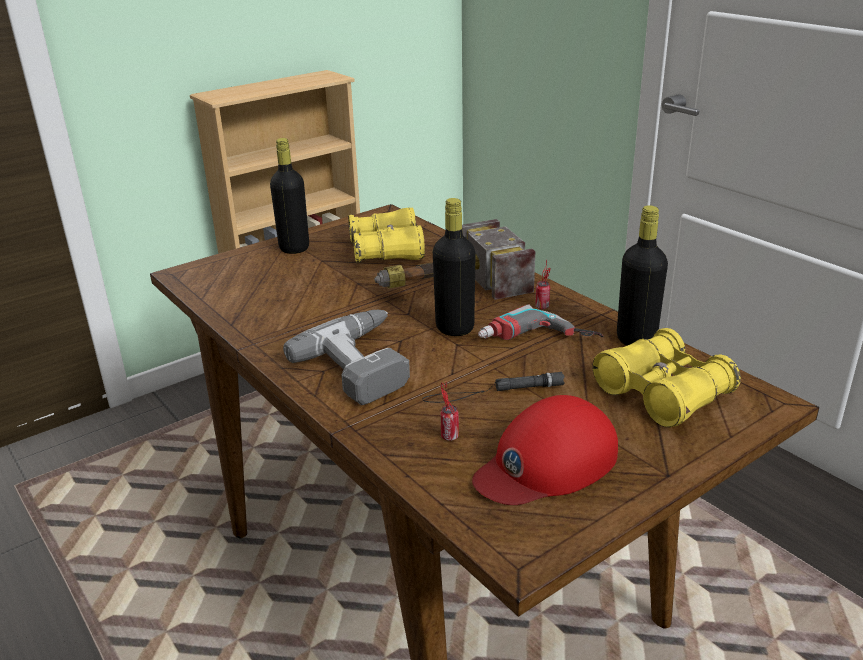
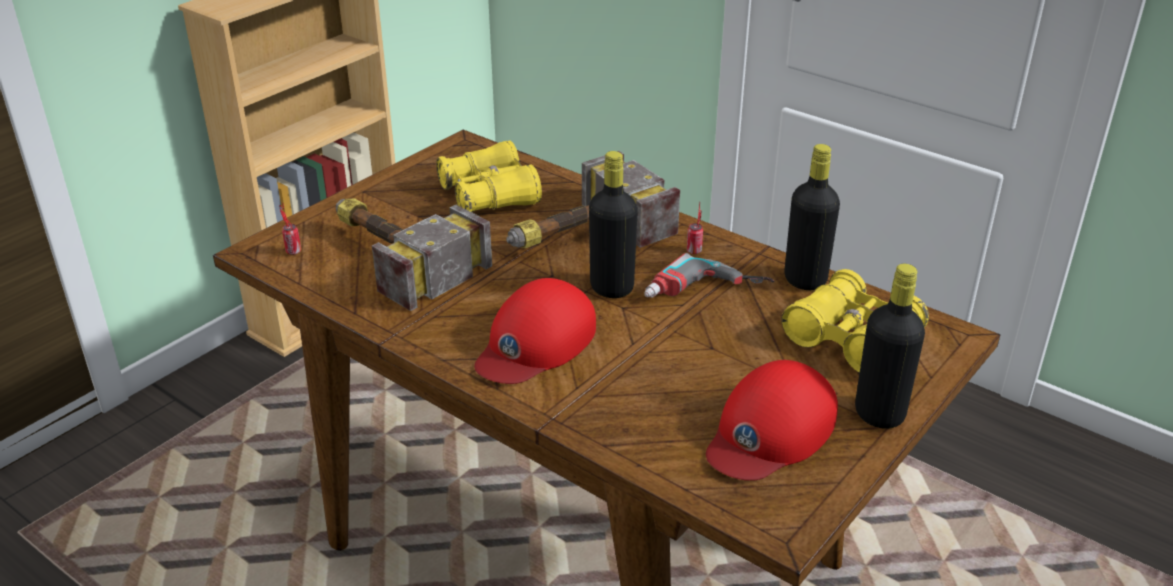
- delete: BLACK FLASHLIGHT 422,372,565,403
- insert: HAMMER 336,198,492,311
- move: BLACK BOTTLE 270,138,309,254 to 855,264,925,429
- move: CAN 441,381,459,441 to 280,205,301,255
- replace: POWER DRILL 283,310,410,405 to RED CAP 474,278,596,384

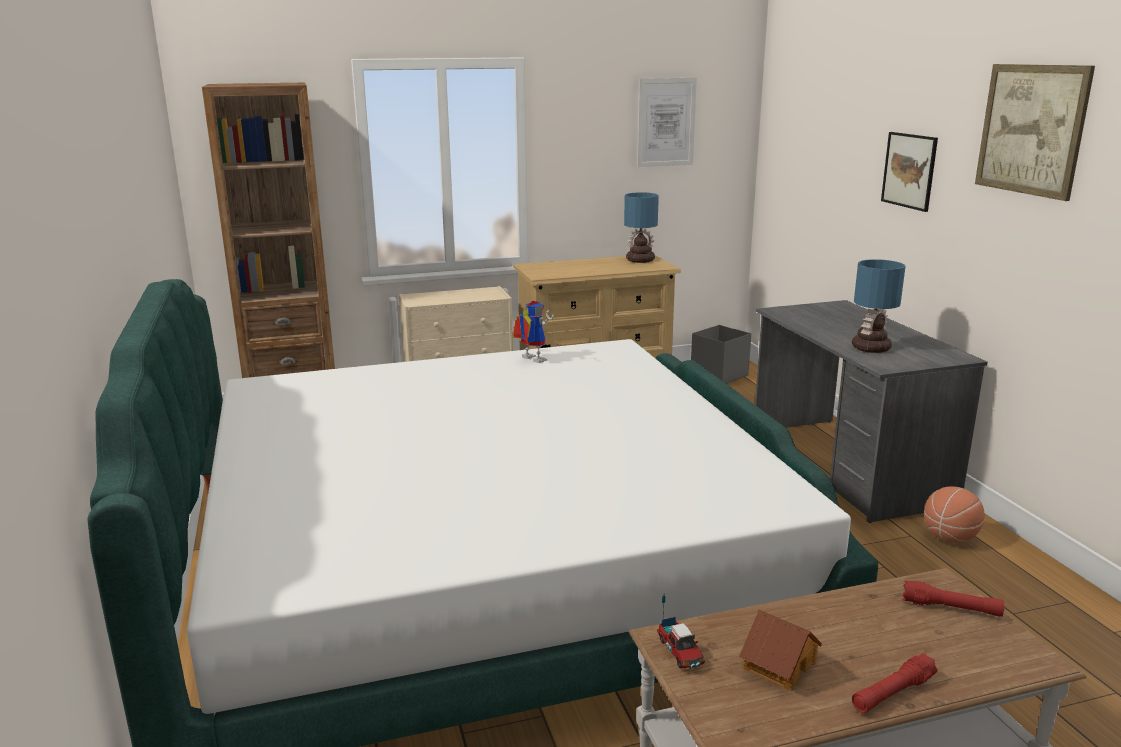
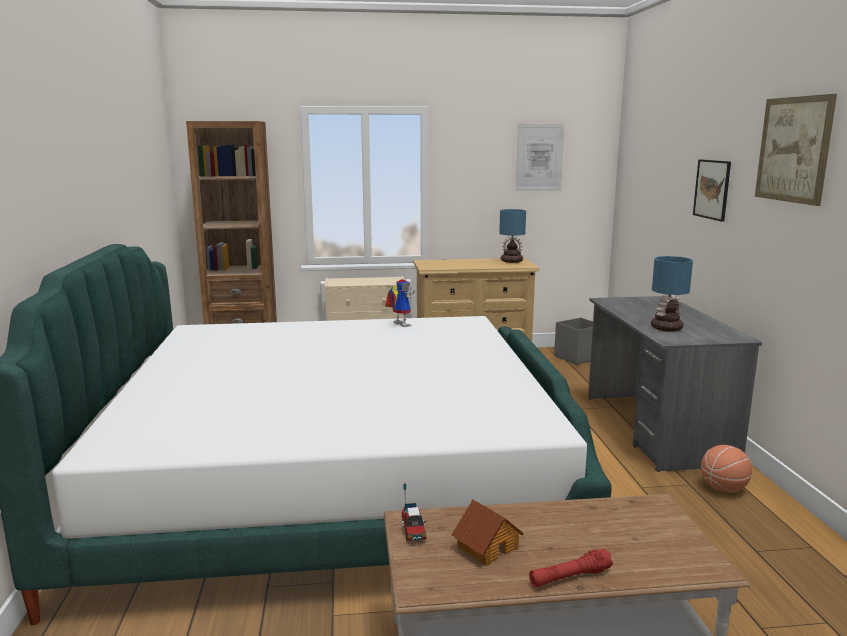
- delete: RED FLASHLIGHT 903,581,1005,617

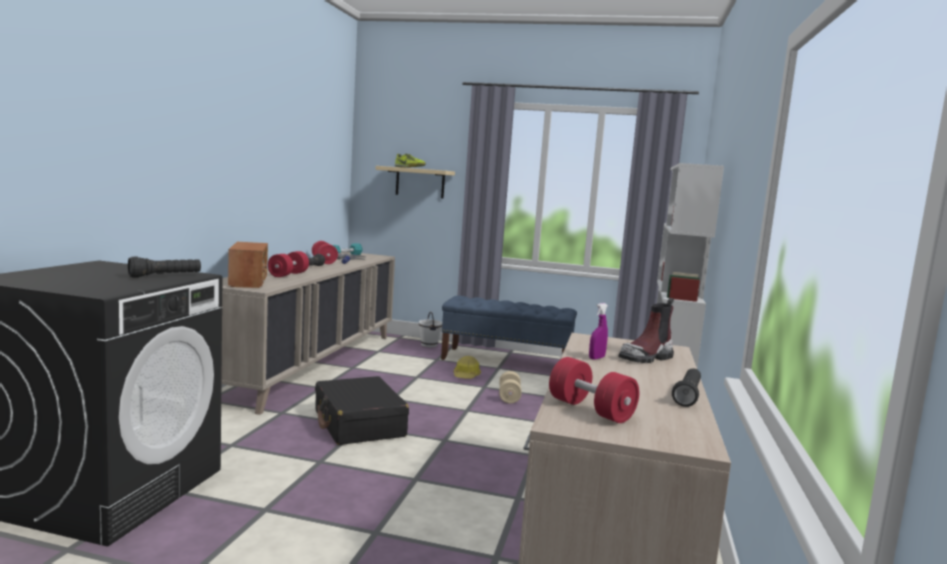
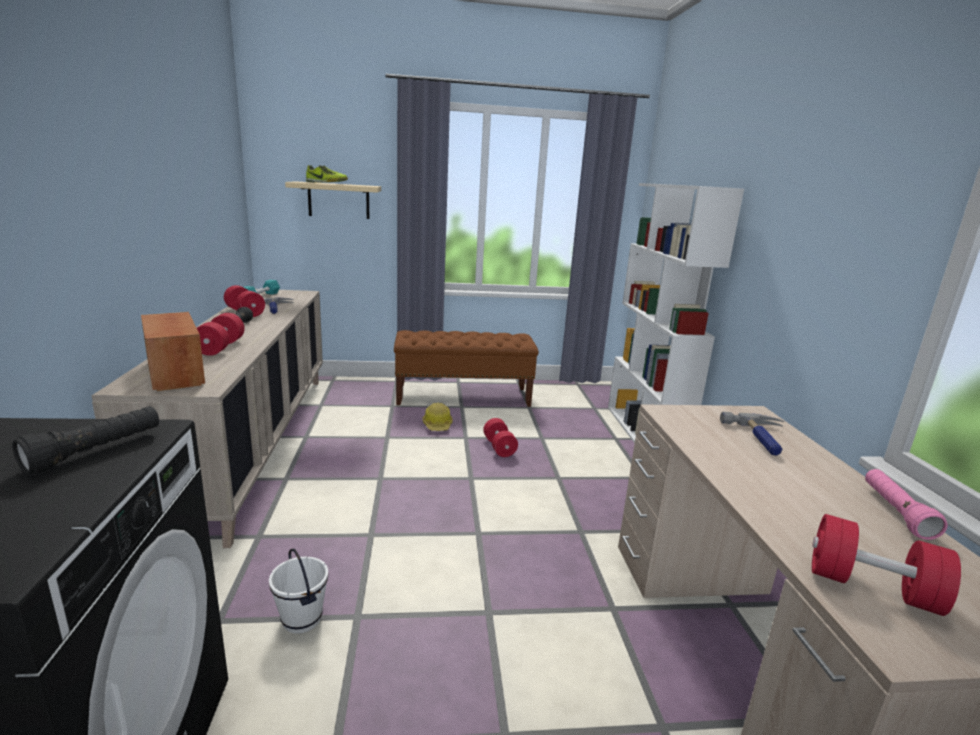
- delete: BLACK SUITCASE 315,376,409,445
- delete: PURPLE SPRAY BOTTLE 589,303,608,360
- move: WHITE BUCKET 419,312,442,347 to 269,548,328,634
- replace: BOOT 618,298,674,363 to HAMMER 720,412,784,456
- recolor: BLUE BENCH 441,295,577,360 to BROWN BENCH 394,330,539,407
- recolor: BEIGE DUMBBELL 499,371,522,404 to RED DUMBBELL 483,418,518,457
- recolor: BLACK FLASHLIGHT 672,368,701,407 to PINK FLASHLIGHT 865,469,948,540

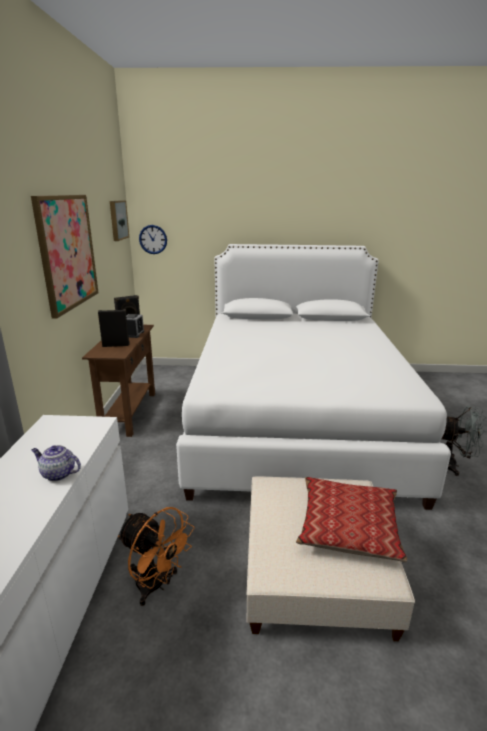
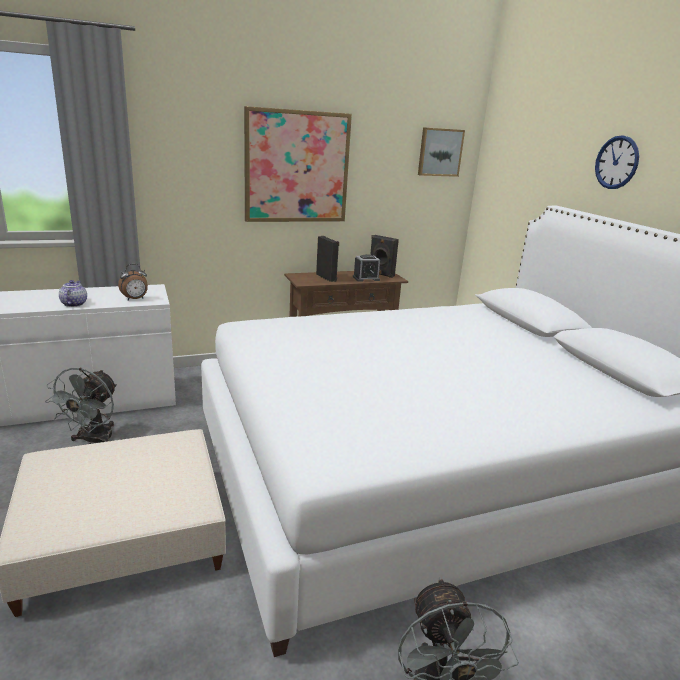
- delete: PILLOW 296,477,407,562
- insert: ALARM CLOCK 118,264,148,300
- move: WALL CLOCK 139,225,167,254 to 595,135,639,189
- recolor: ORANGE FAN 118,507,194,606 to GREY FAN 45,368,117,444

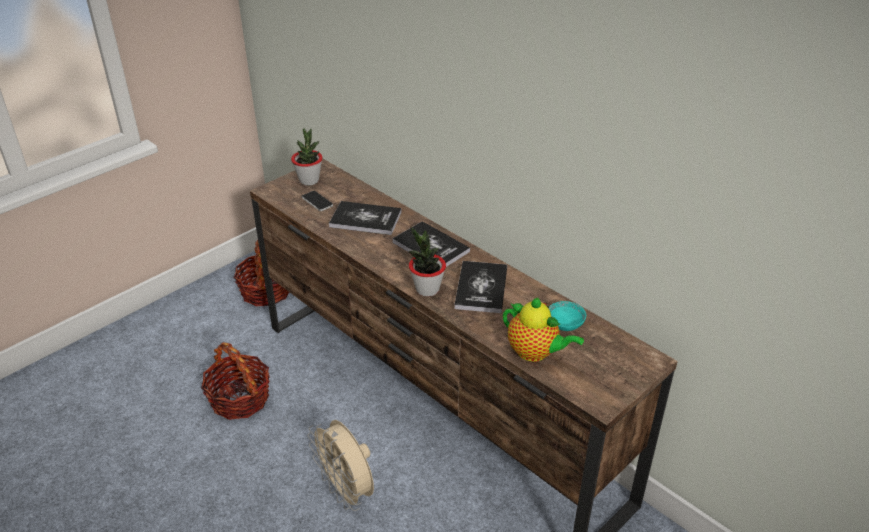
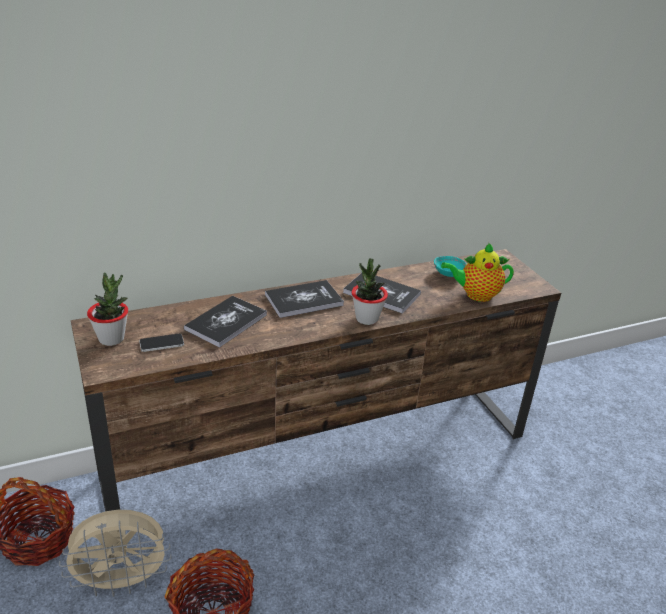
- move: BEIGE FAN 307,420,374,511 to 59,510,171,597
- rotate: TEAPOT 503,298,584,362 = 441,242,514,302 150 degrees counterclockwise

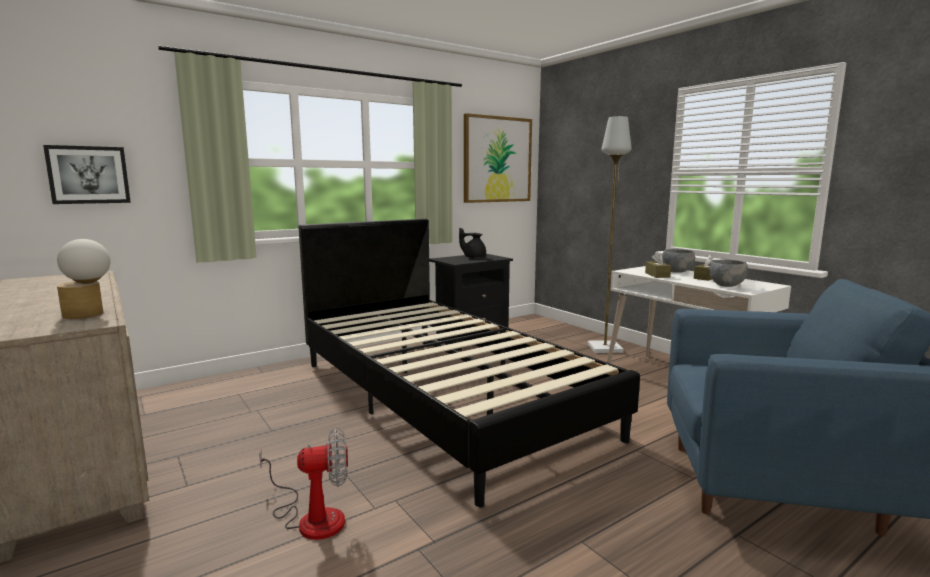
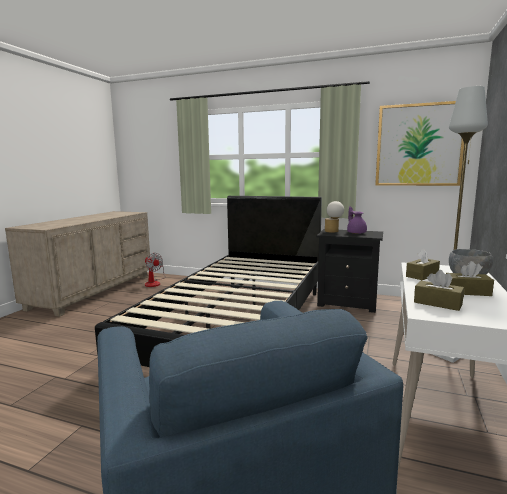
- delete: PICTURE 43,145,131,204
- move: TABLE LAMP 57,239,110,319 to 325,201,344,232
- move: FAN 259,428,348,540 to 145,253,166,287
- replace: GREY BOWL 709,259,748,287 to BROWN TISSUE BOX 414,270,464,311
- recolor: BLACK TEAPOT 459,228,486,258 to PURPLE TEAPOT 347,206,367,234

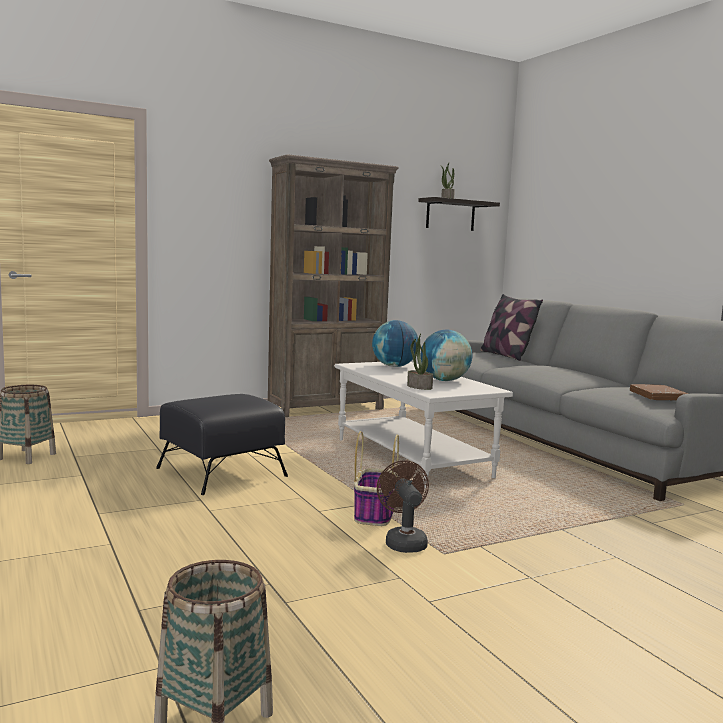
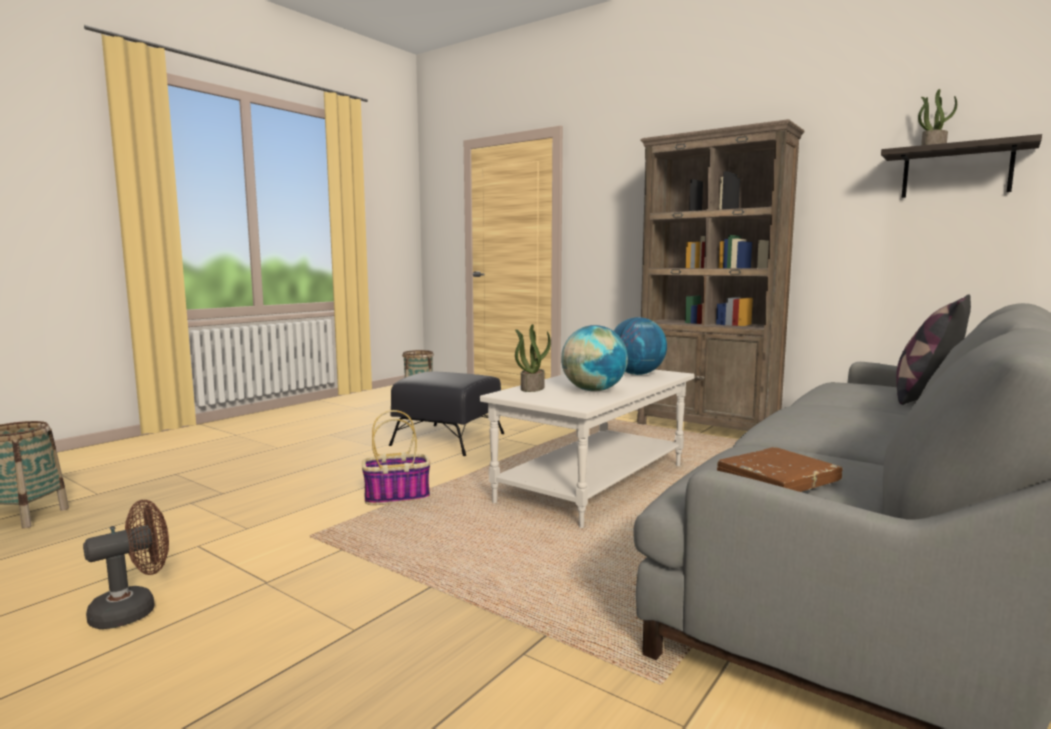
- move: BROWN FAN 377,460,429,553 to 83,500,169,629

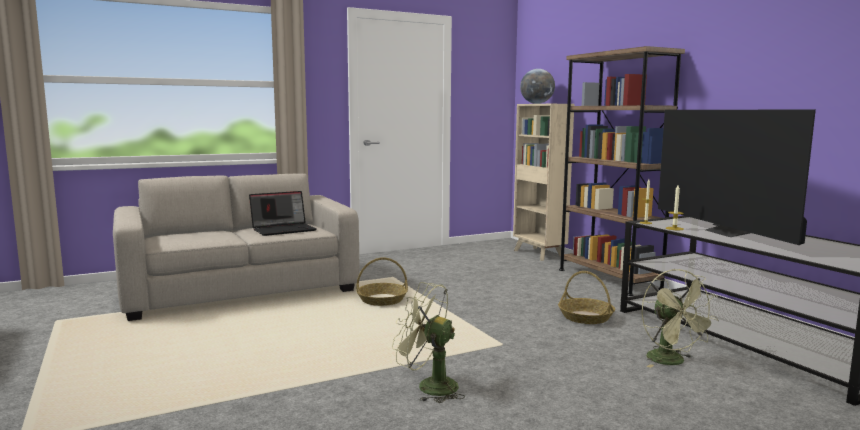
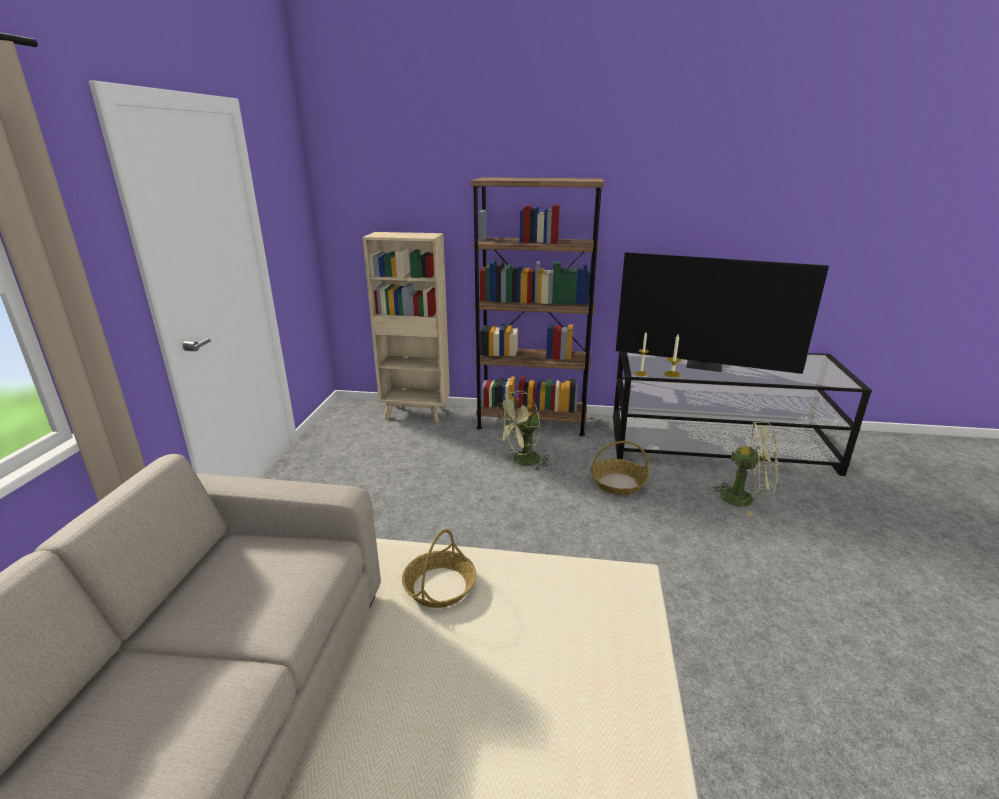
- delete: LAPTOP 249,191,316,236
- delete: GLOBE 520,69,555,104
- move: GREEN FAN 392,282,465,403 to 494,391,550,470

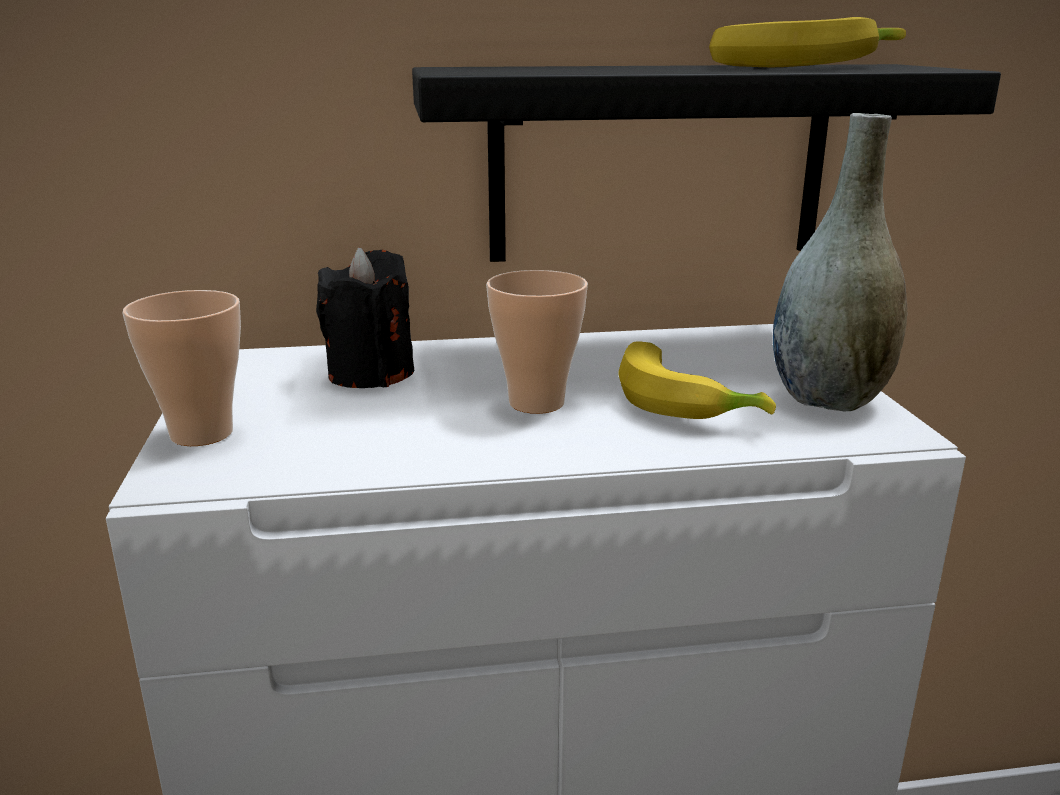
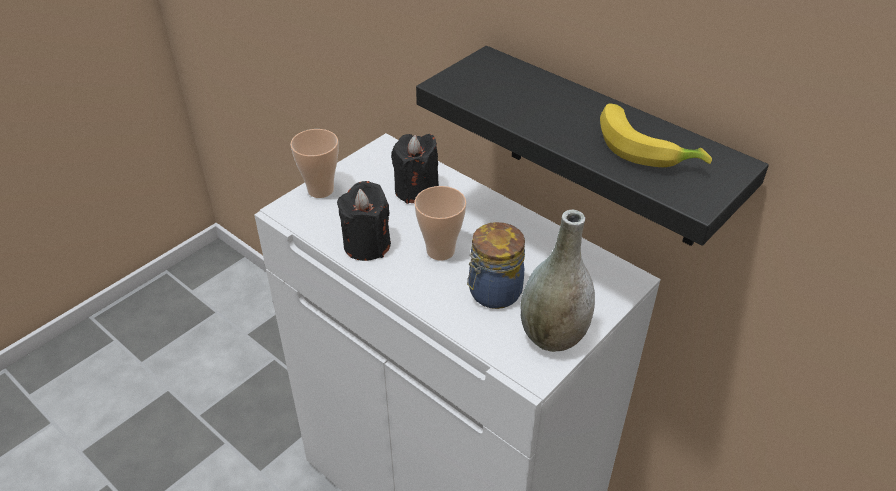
- insert: BLACK CANDLE 337,181,391,261
- replace: BANANA 618,341,776,419 to JAR 467,222,525,309

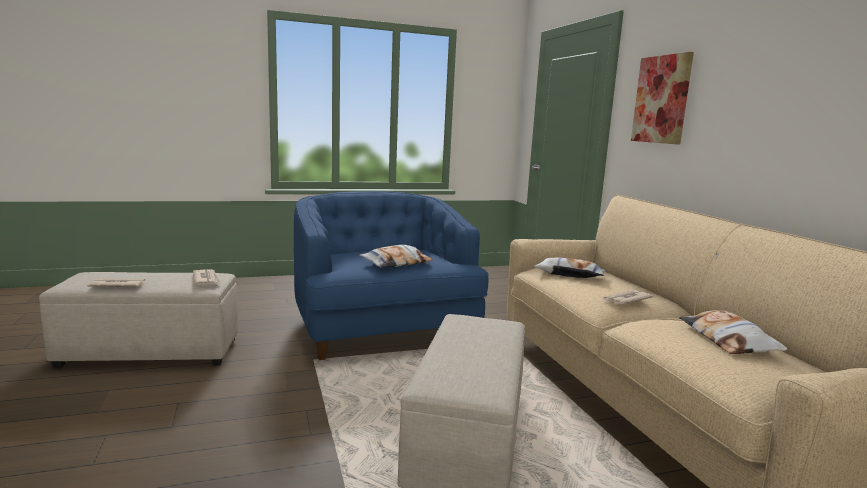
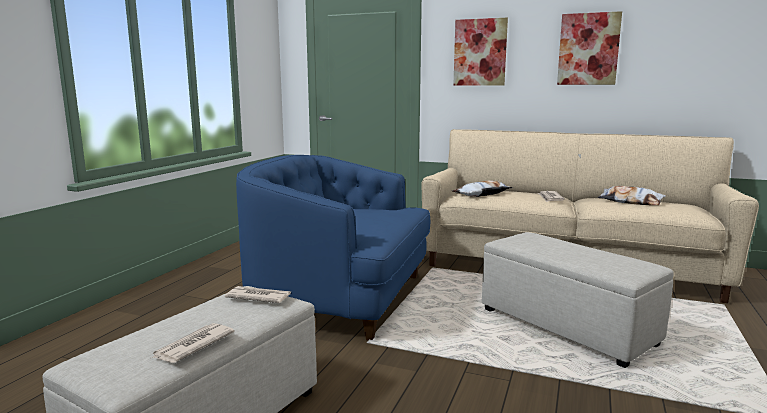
- delete: PILLOW 360,245,433,268
- insert: PICTURE 557,11,622,85

